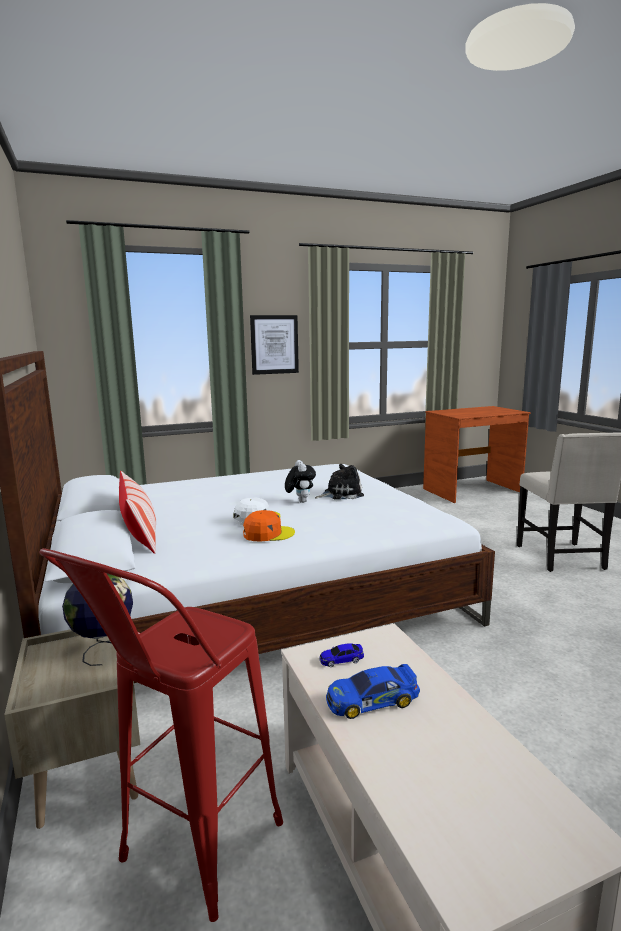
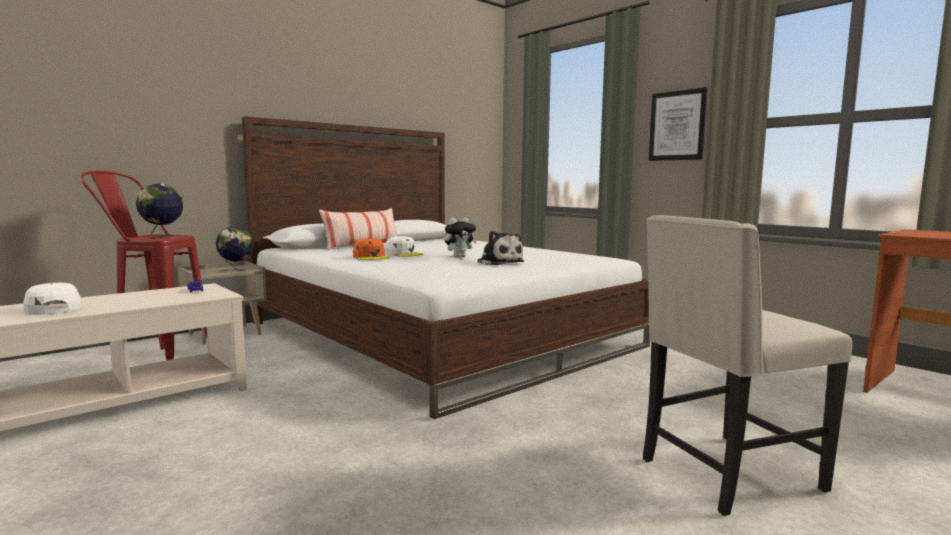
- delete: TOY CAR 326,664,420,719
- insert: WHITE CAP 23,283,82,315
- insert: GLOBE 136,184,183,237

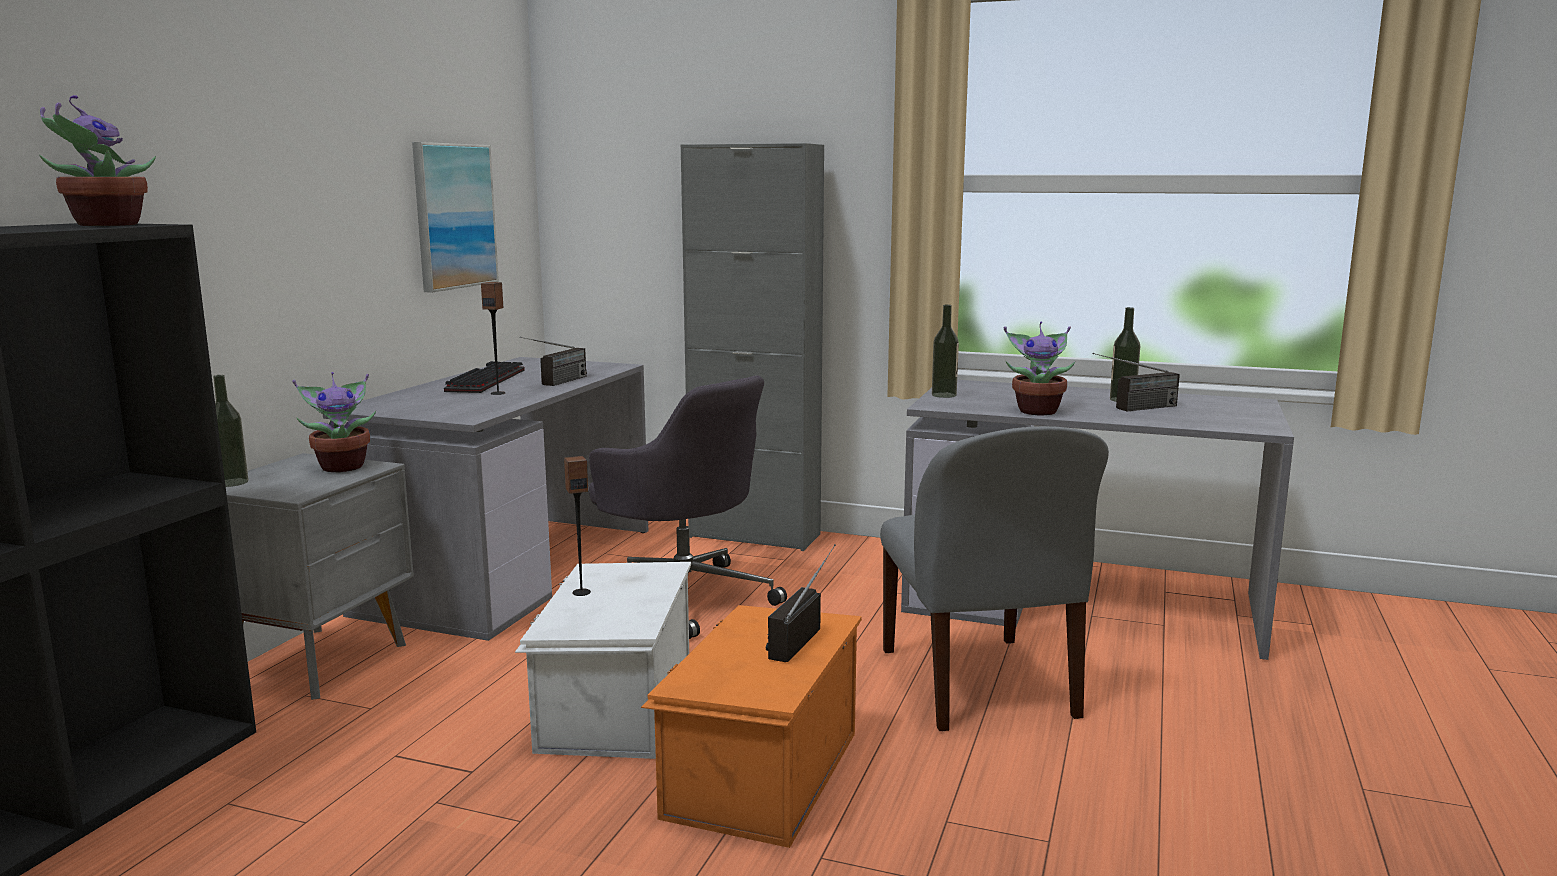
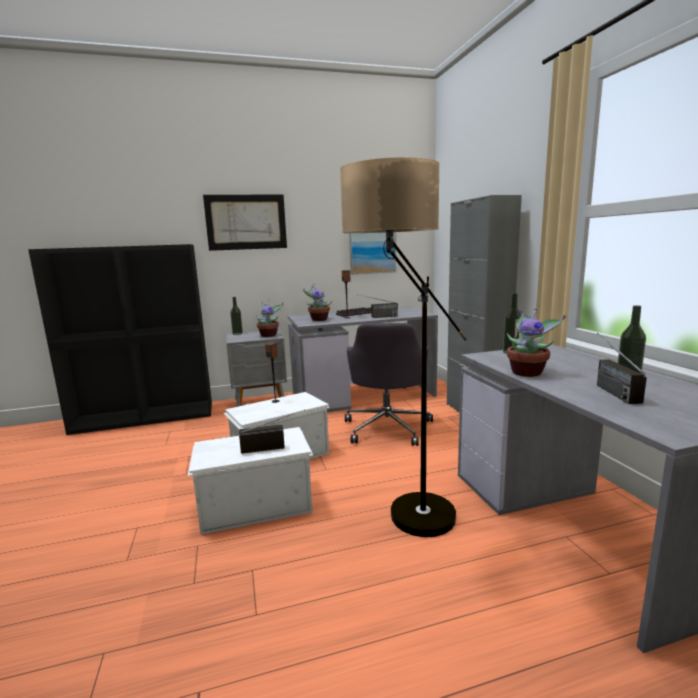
- insert: PICTURE 203,195,287,251
- move: POTTED PLANT 39,95,156,226 to 303,284,332,321
- replace: GREY CHAIR 880,426,1109,731 to FLOOR LAMP 340,157,467,537
- recolor: ORANGE STORAGE BOX 641,605,862,848 to WHITE STORAGE BOX 188,427,313,534
- rotate: RADIO 1093,353,1180,411 = 597,333,647,404 60 degrees clockwise

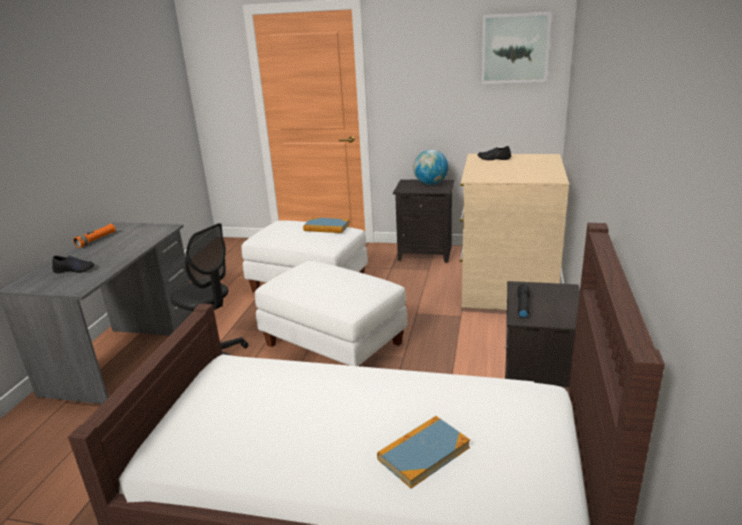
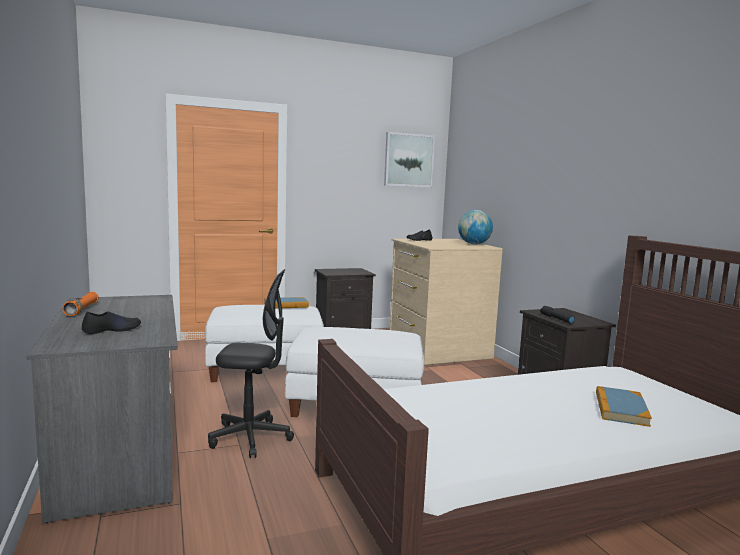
- move: GLOBE 413,150,448,185 to 458,210,493,244

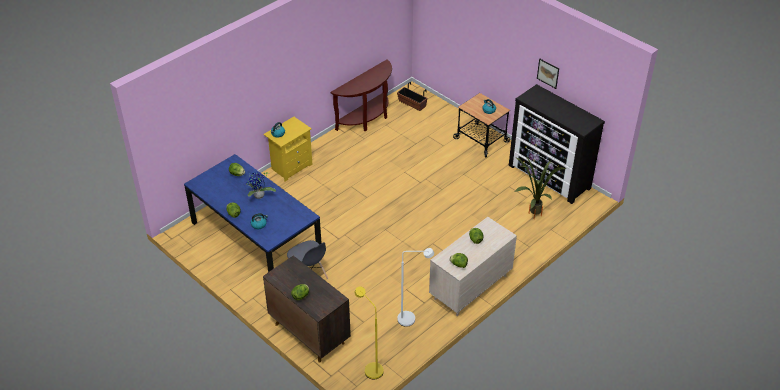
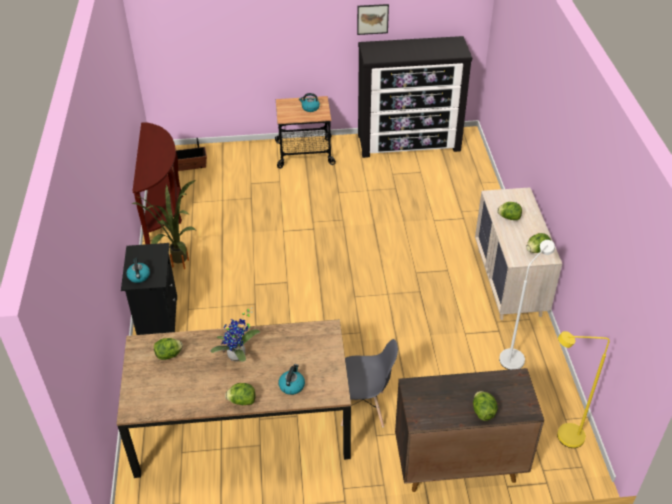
- move: POTTED PLANT 515,156,566,219 to 132,180,196,269
- recolor: BLUE DINING TABLE 184,154,321,272 to BROWN DINING TABLE 117,319,351,478
- recolor: YELLOW NIGHTSTAND 263,117,313,182 to BLACK NIGHTSTAND 121,243,177,335

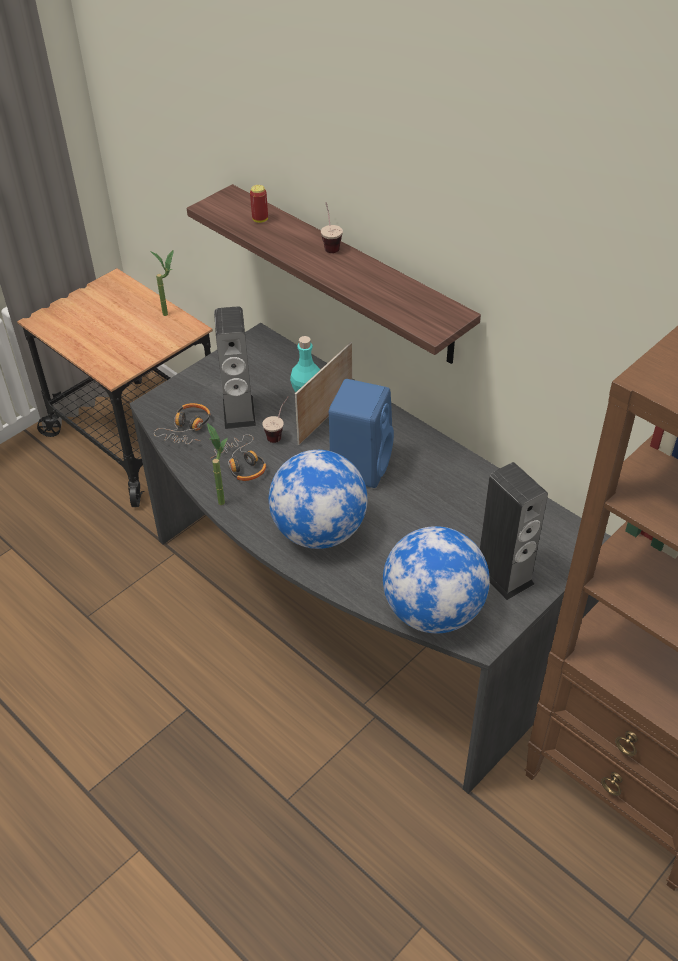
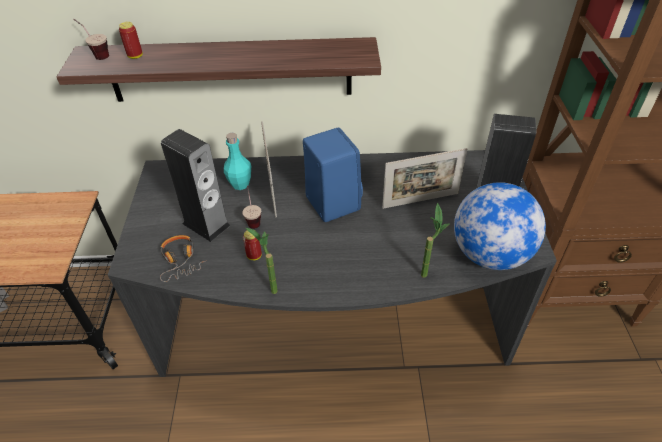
- delete: GLOBE 269,450,367,549
- insert: PICTURE FRAME 382,148,467,209
- move: POTTED PLANT 150,250,173,316 to 421,203,449,278
- move: CUP 321,202,343,253 to 73,19,109,60
- replace: HEADPHONES 210,434,266,481 to CAN 243,230,262,260

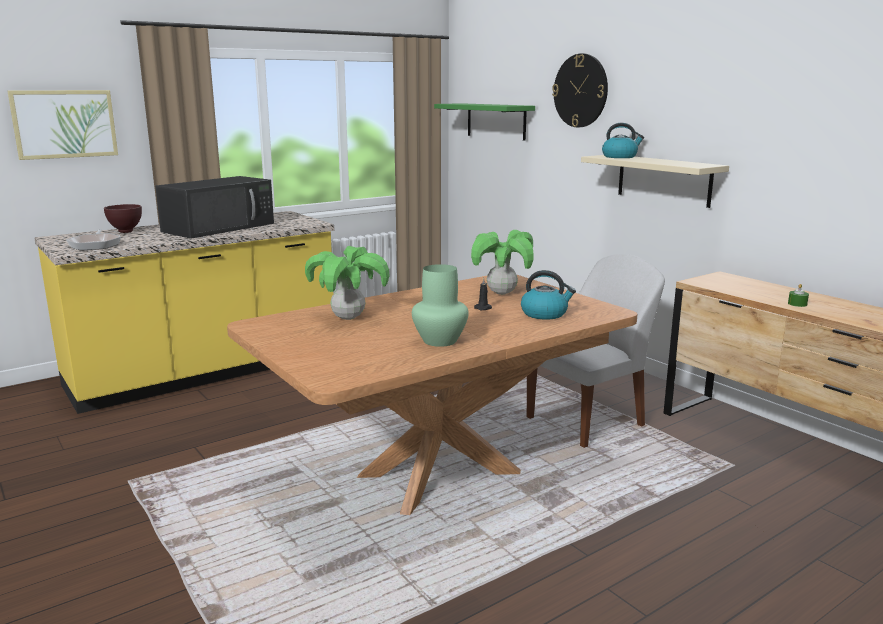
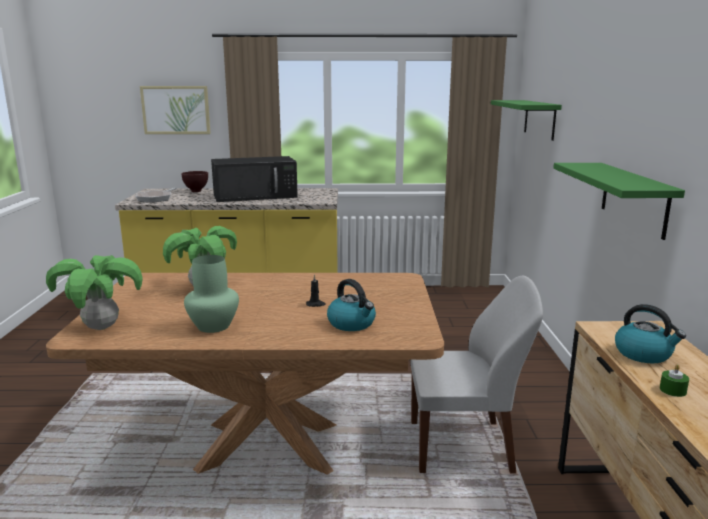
- delete: WALL CLOCK 552,53,608,127
- move: POTTED PLANT 471,230,534,295 to 46,255,143,330
- move: KETTLE 602,123,644,158 to 615,304,686,363
- recolor: BEIGE SHELF 581,155,729,208 to GREEN SHELF 553,163,685,240

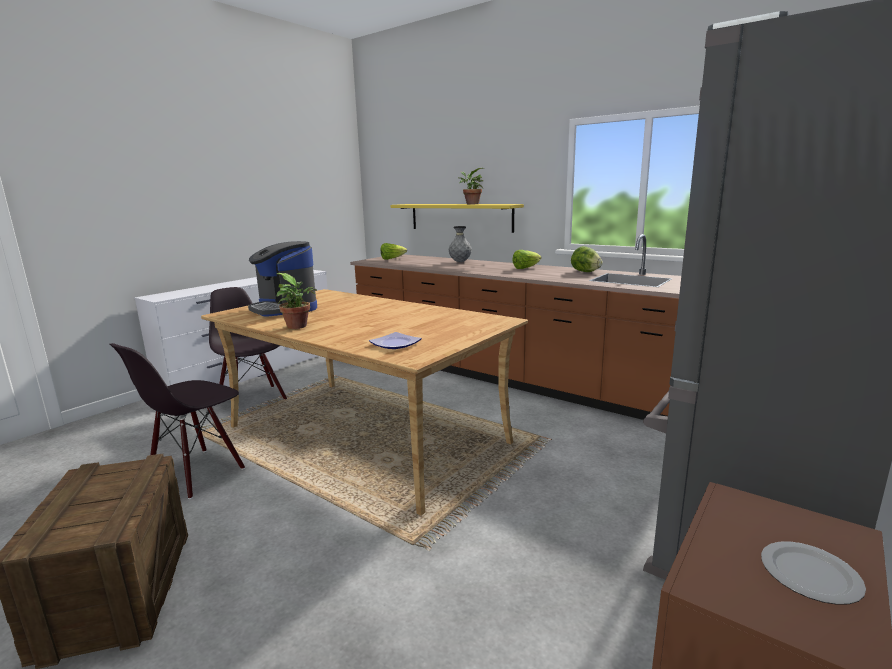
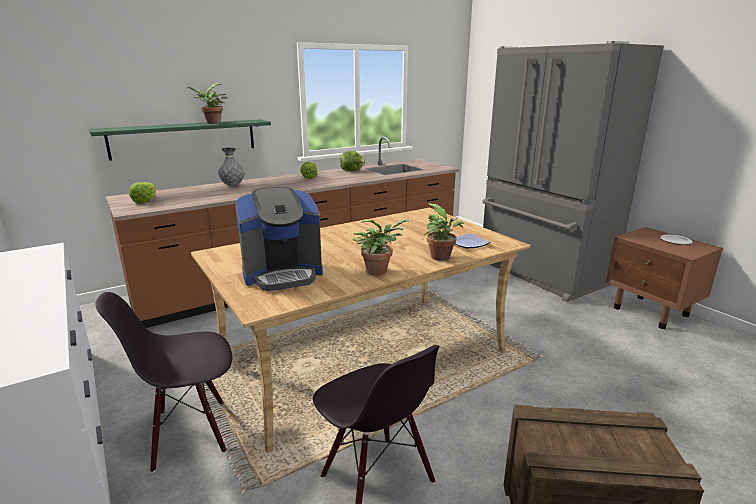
- insert: POTTED PLANT 425,203,464,261
- recolor: YELLOW SHELF 390,204,524,233 to GREEN SHELF 89,119,271,161

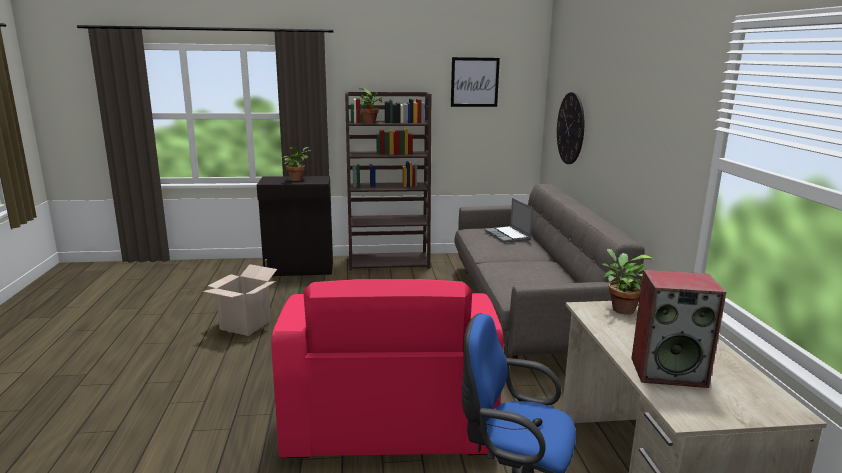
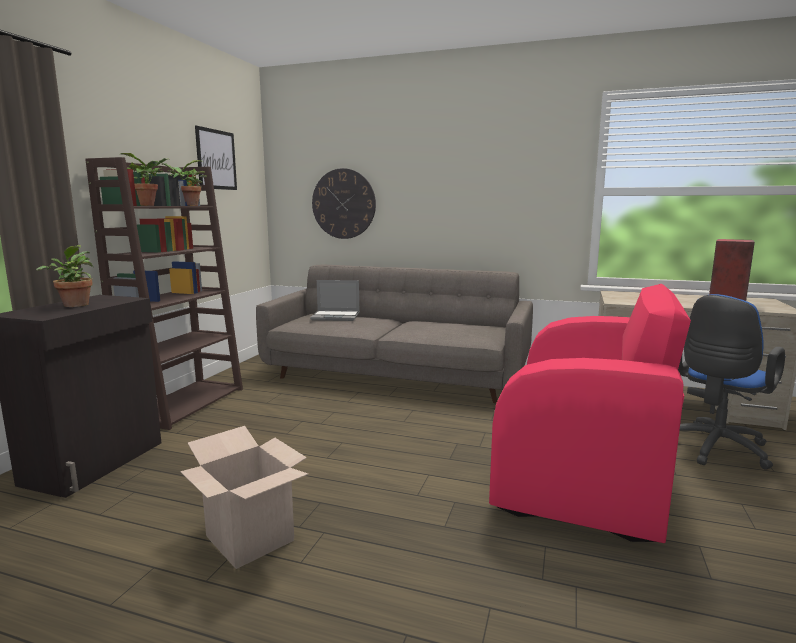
- move: POTTED PLANT 602,249,654,315 to 162,160,207,206

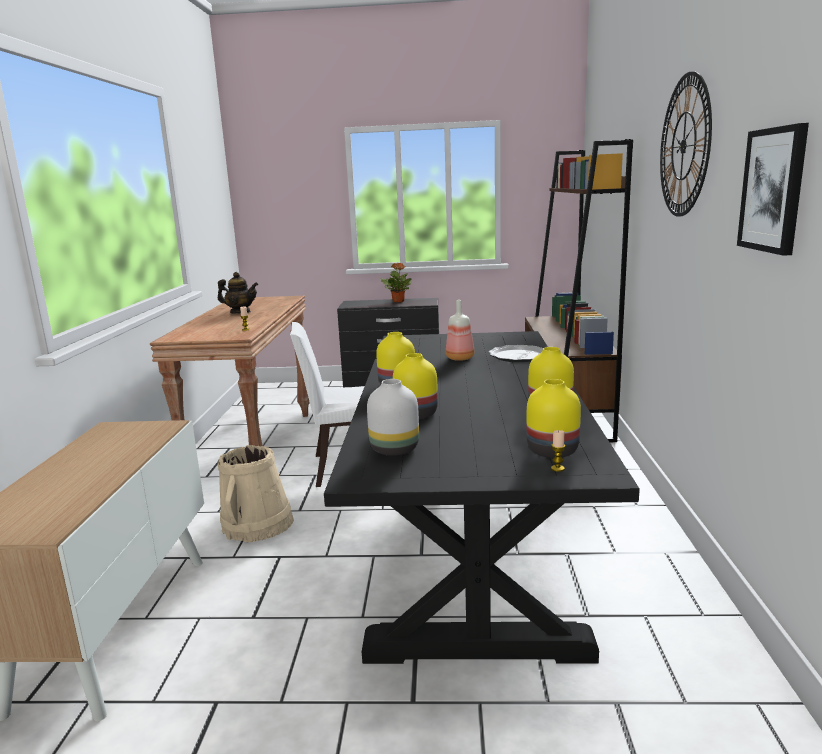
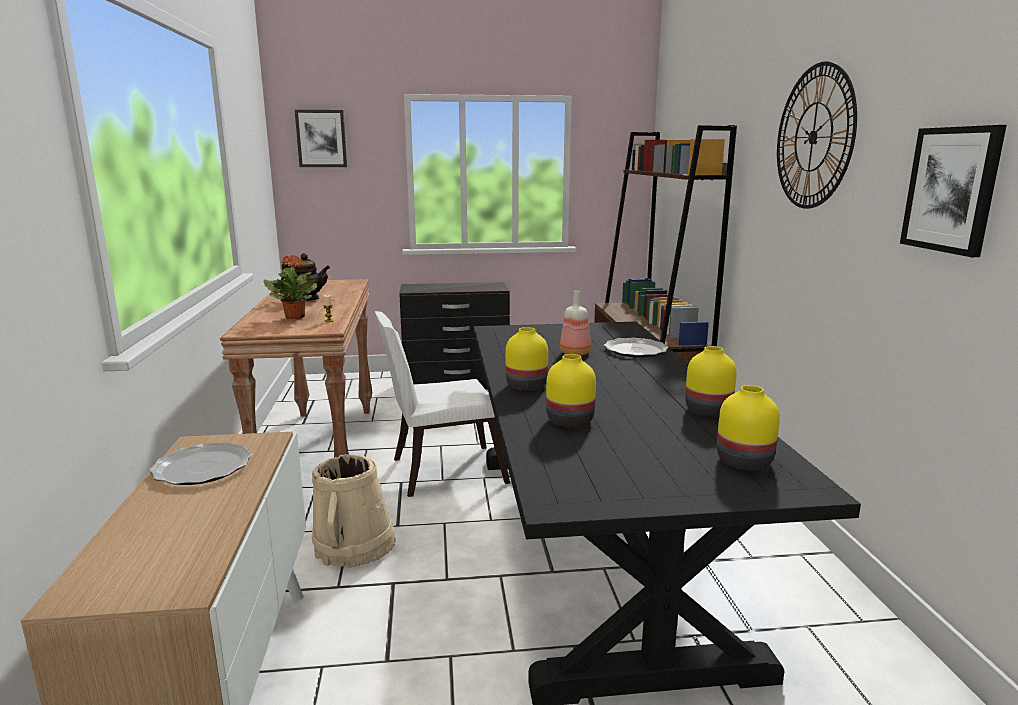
- delete: WHITE VASE 367,379,419,456
- delete: CANDLE 551,430,565,472
- insert: PLATE 149,442,252,485
- insert: PICTURE 295,110,347,167
- move: POTTED PLANT 381,263,412,302 to 263,255,317,319

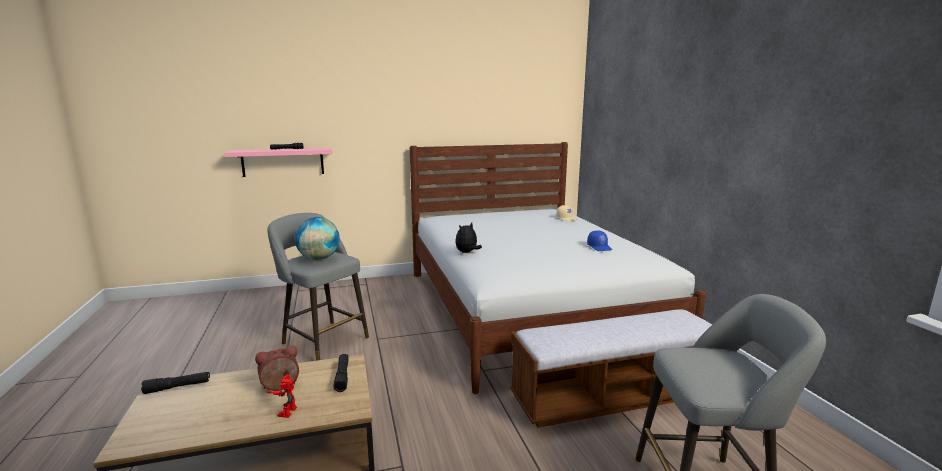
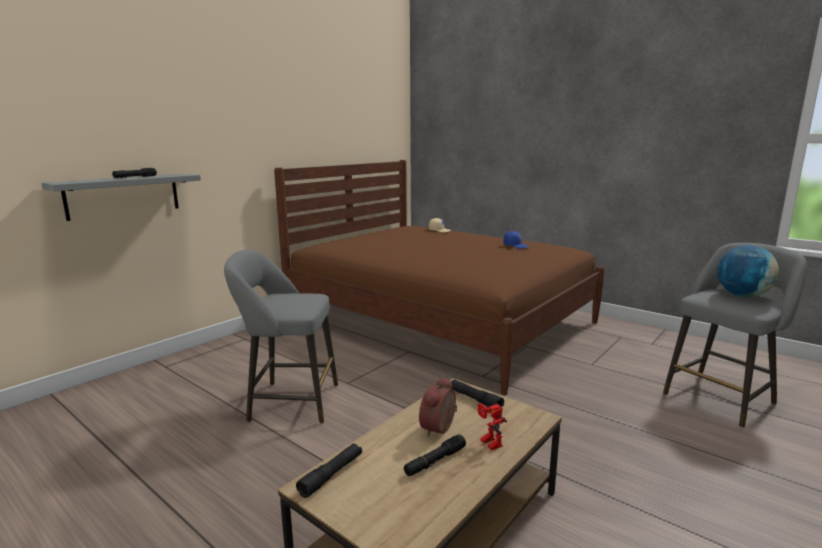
- delete: PLUSH TOY 455,222,482,253
- delete: BENCH 510,309,712,428
- insert: BLACK FLASHLIGHT 404,435,466,476
- move: GLOBE 295,217,340,260 to 717,245,779,297
- recolor: PINK SHELF 224,148,332,177 to GREY SHELF 42,174,201,221
- recolor: WHITE BED 410,142,706,394 to BROWN BED 274,160,604,395

